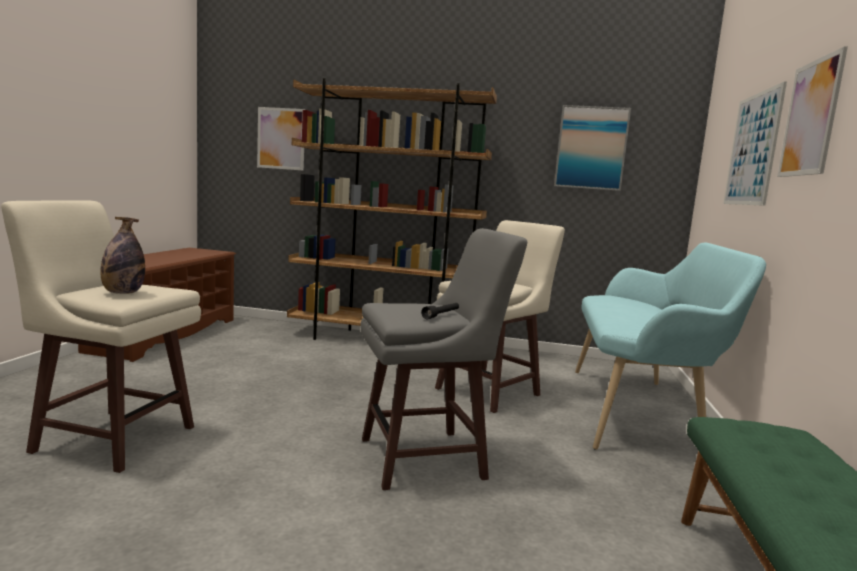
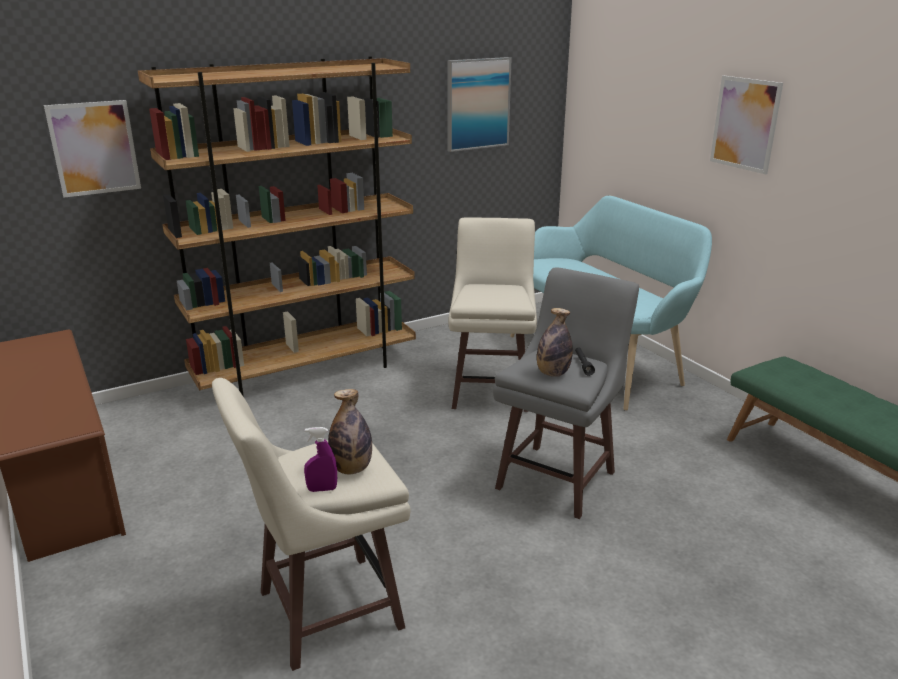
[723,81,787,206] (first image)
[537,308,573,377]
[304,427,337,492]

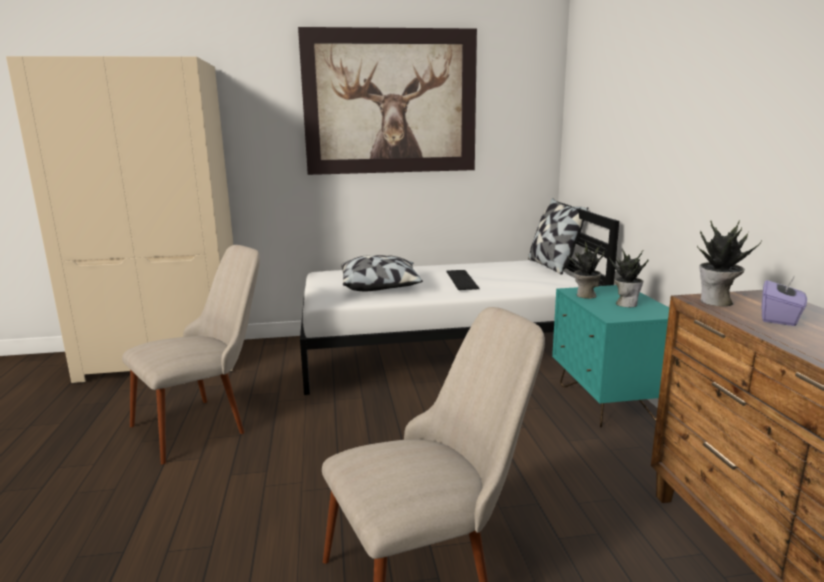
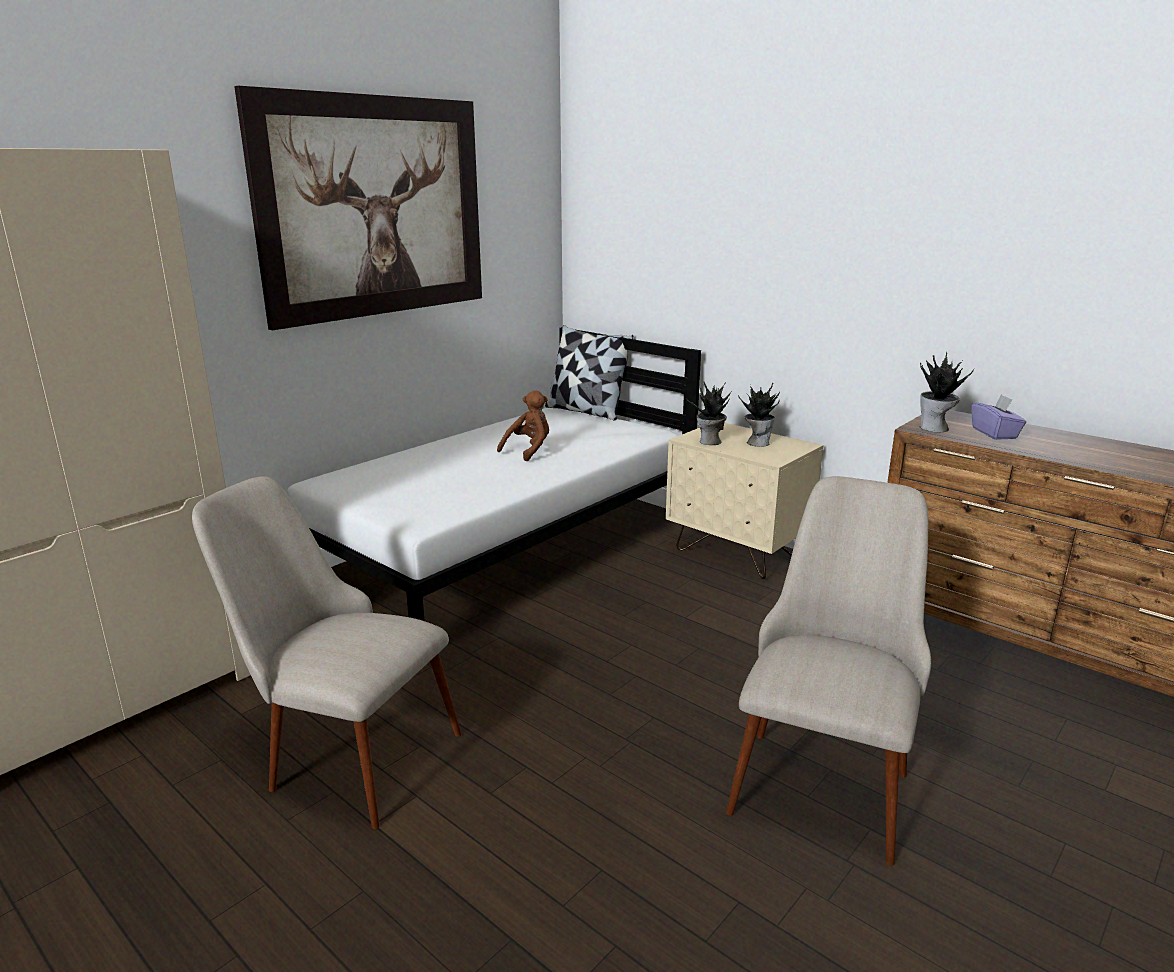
[192,476,461,829]
[341,255,423,291] (first image)
[497,390,549,461]
[666,423,824,579]

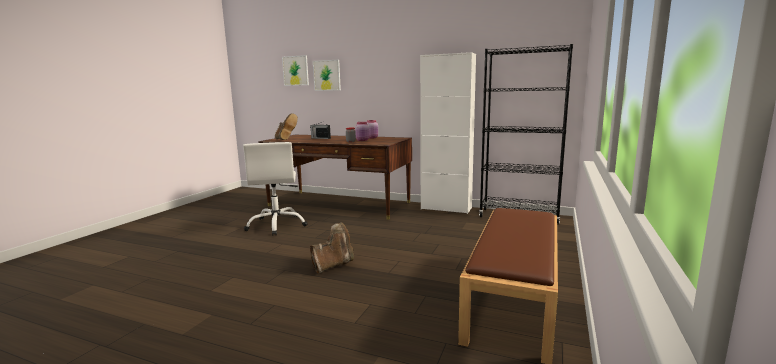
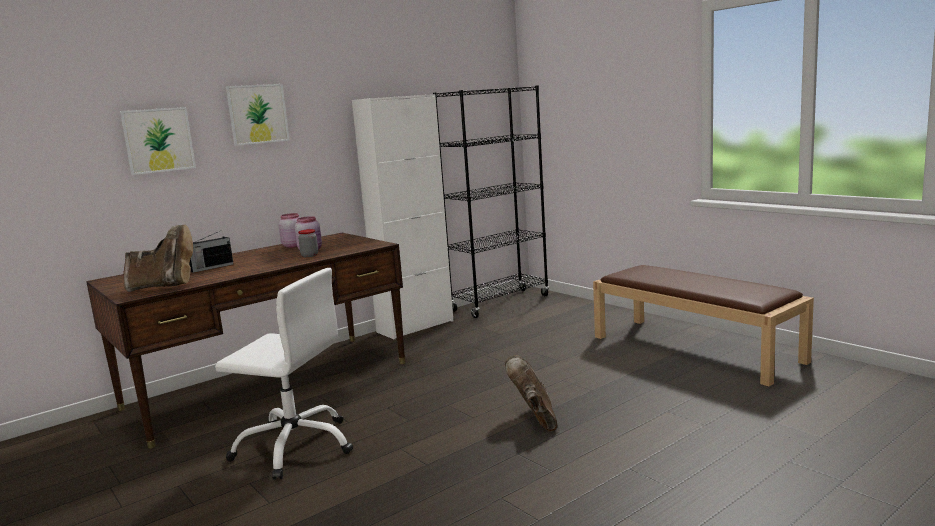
[226,84,290,146]

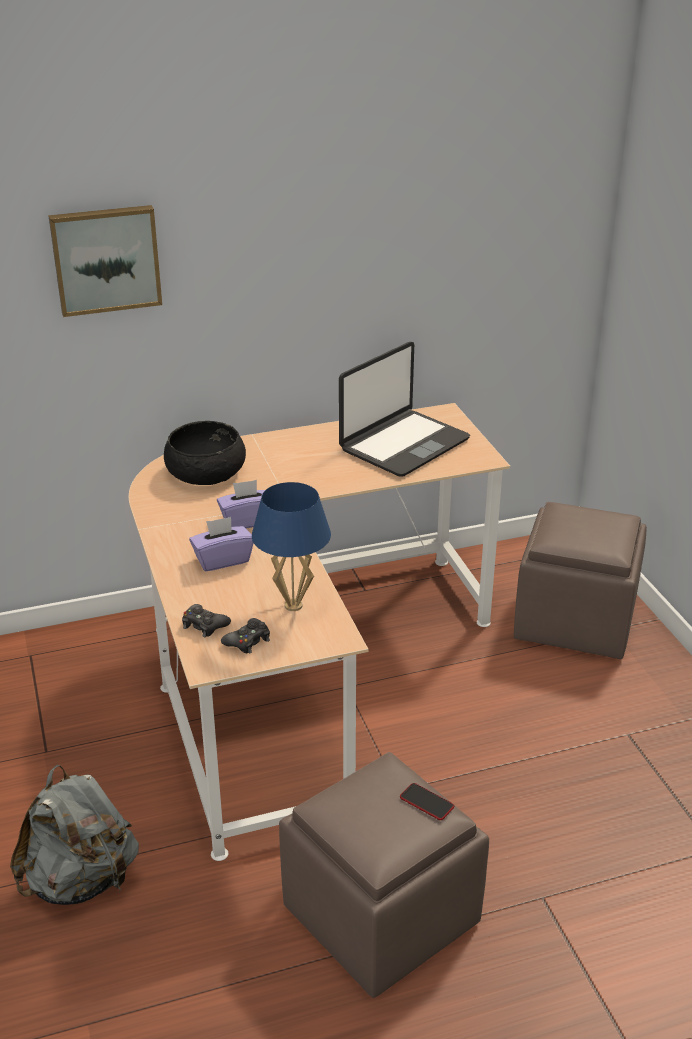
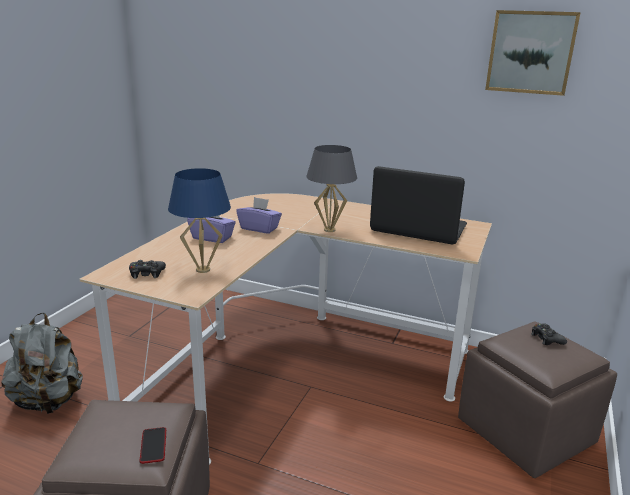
[485,10,581,96]
[370,166,467,244]
[164,421,246,485] (first image)
[531,323,567,345]
[306,145,357,232]

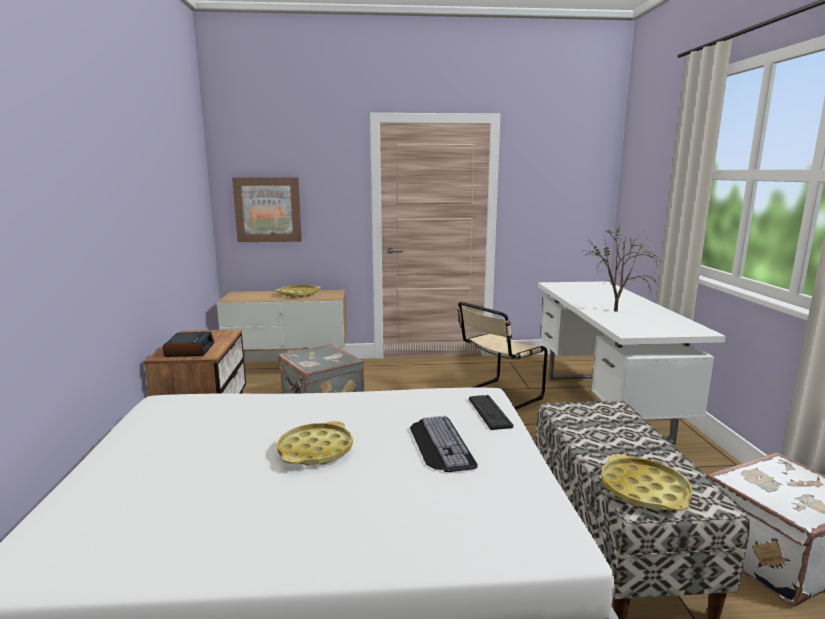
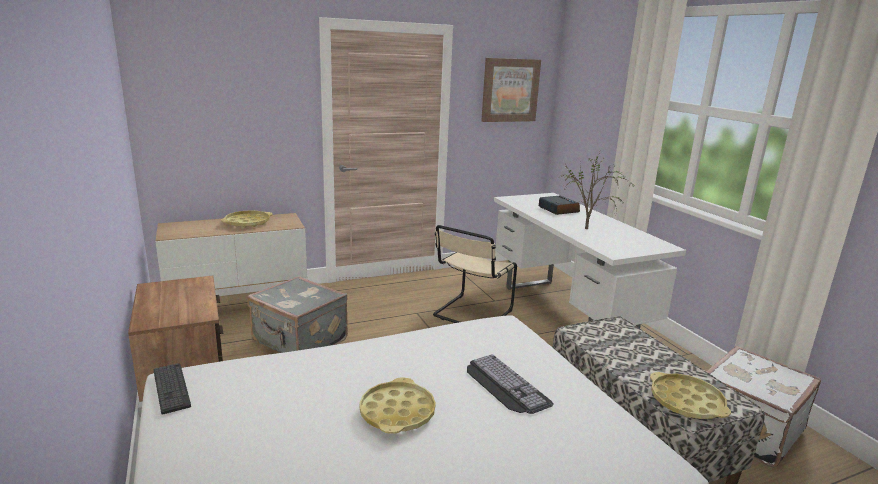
[481,58,541,122]
[539,195,580,215]
[153,363,191,415]

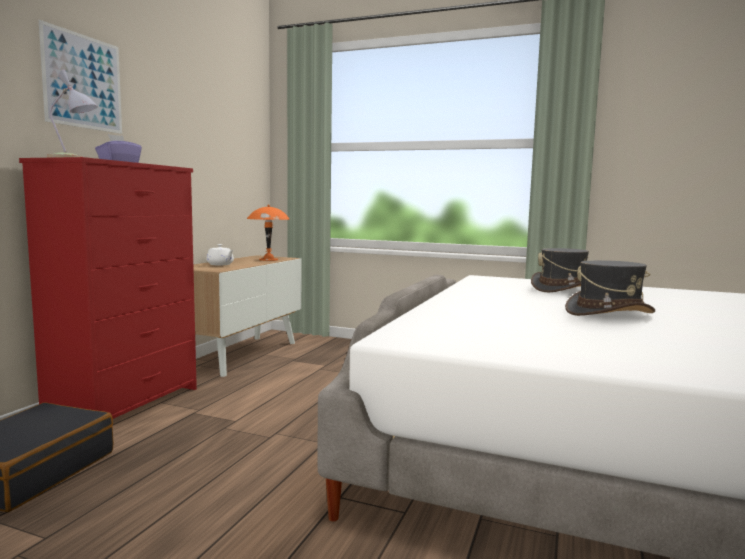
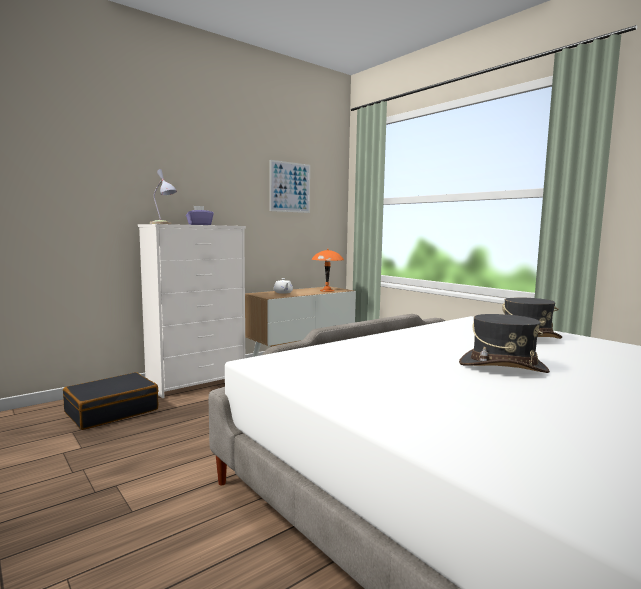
[270,160,310,213]
[138,224,246,398]

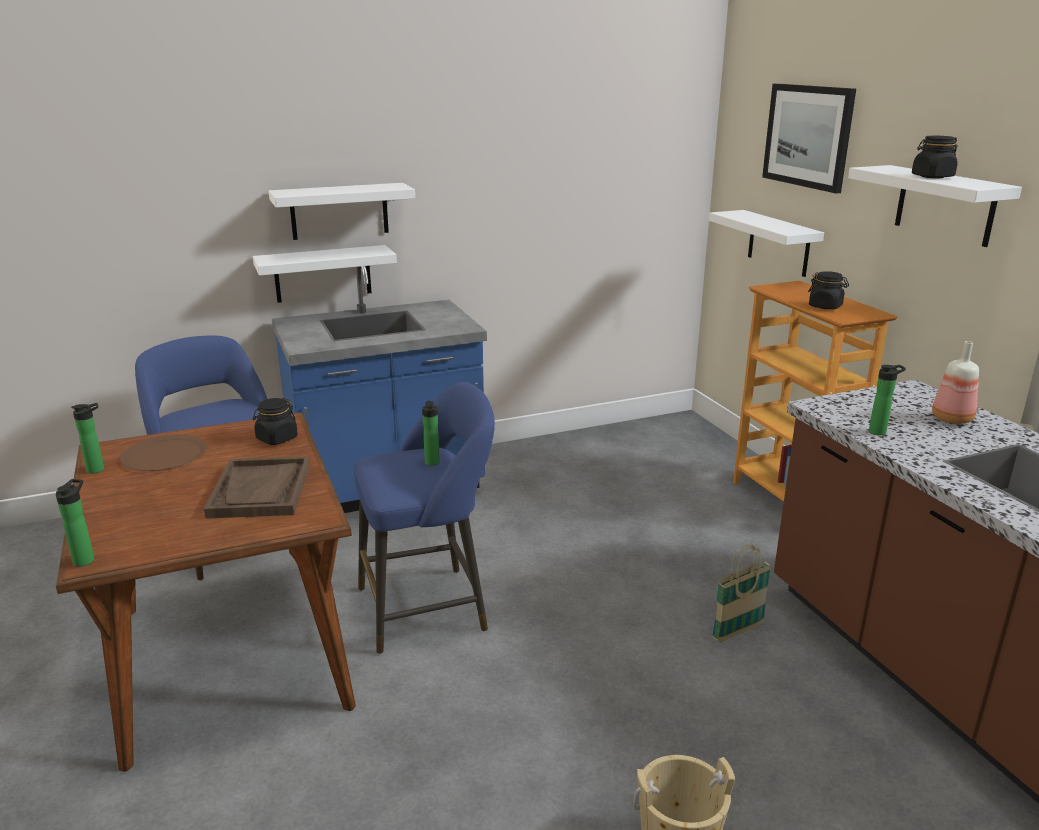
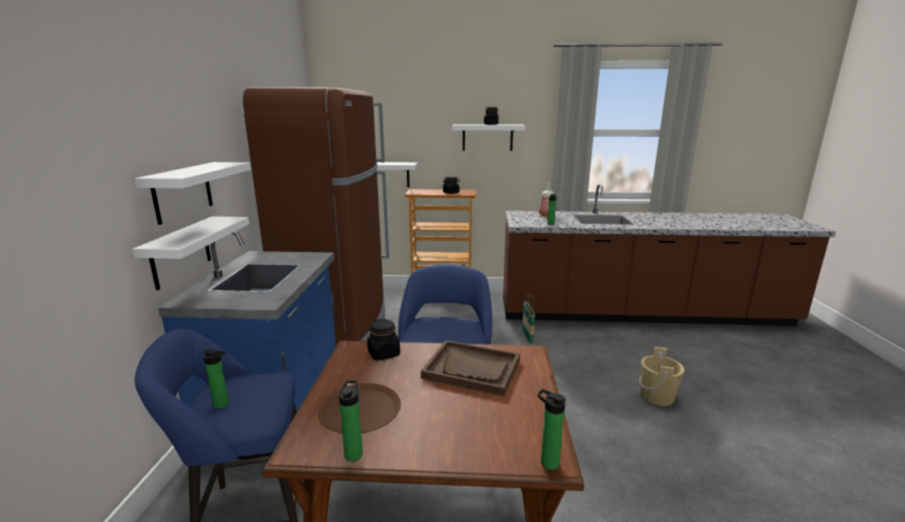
[762,84,856,193] (first image)
[204,349,229,409]
[243,87,389,346]

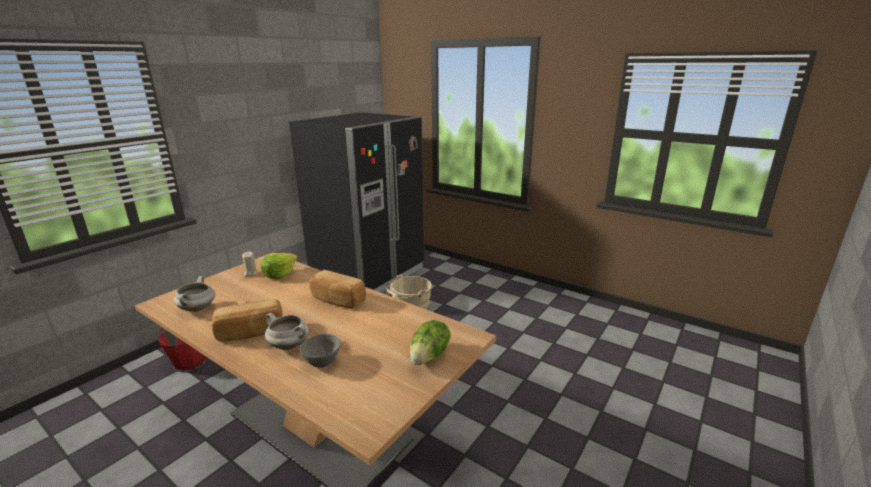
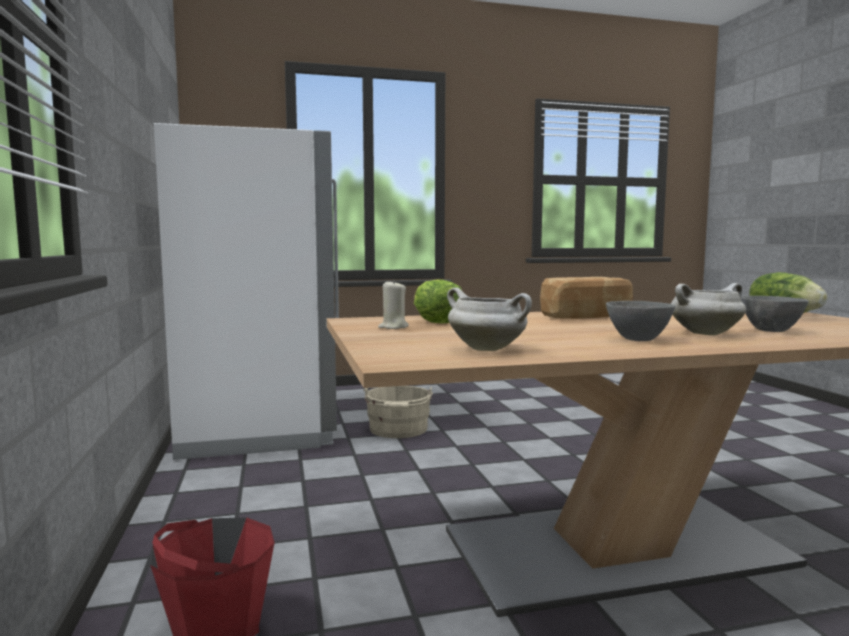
[154,123,339,460]
[606,301,675,341]

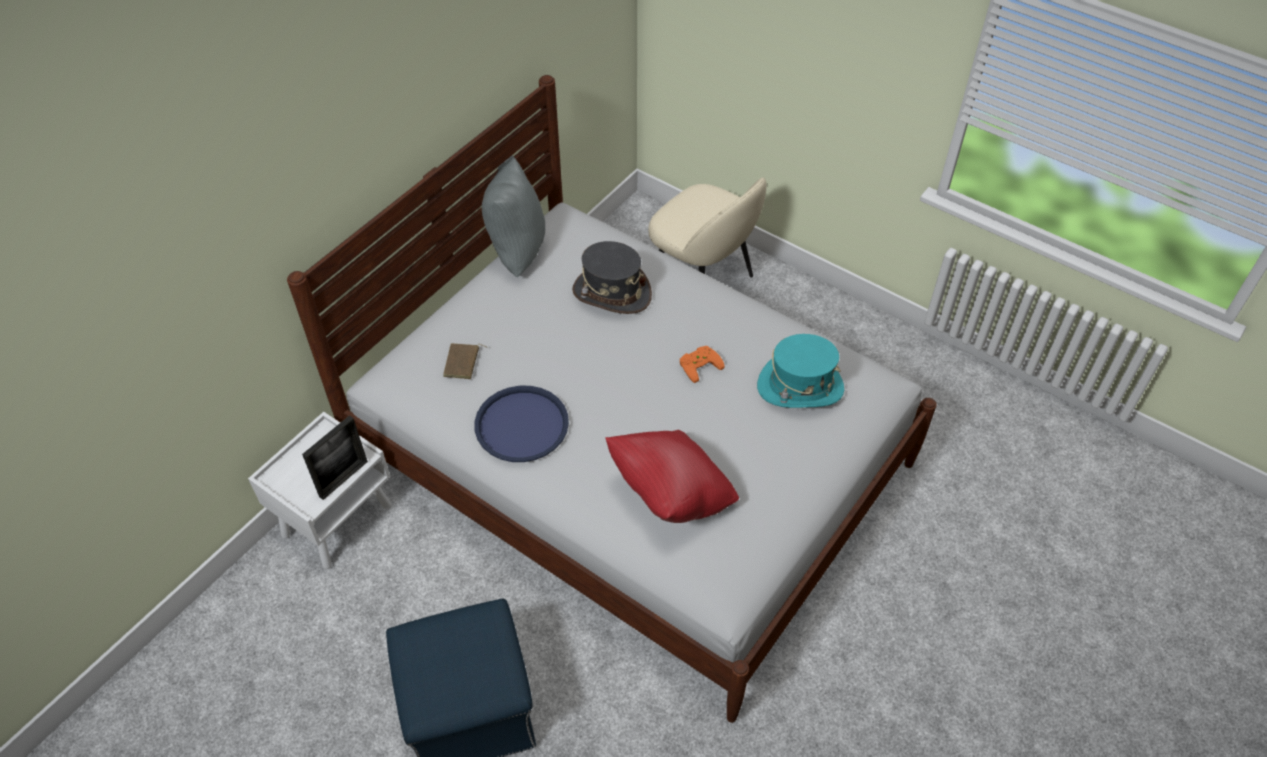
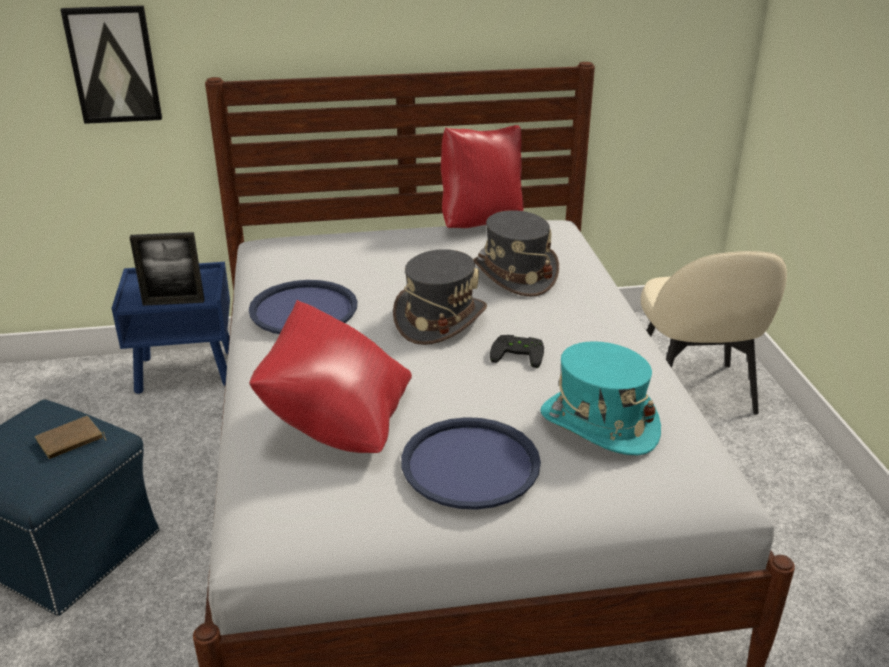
[441,125,524,228]
[35,416,106,459]
[490,335,544,368]
[111,262,230,394]
[60,5,162,124]
[393,249,487,345]
[401,417,541,510]

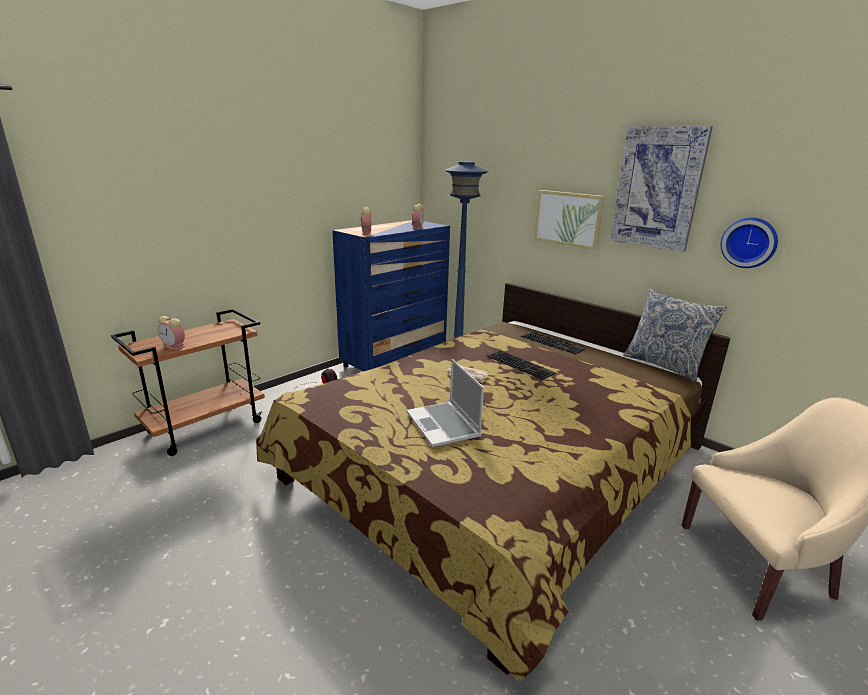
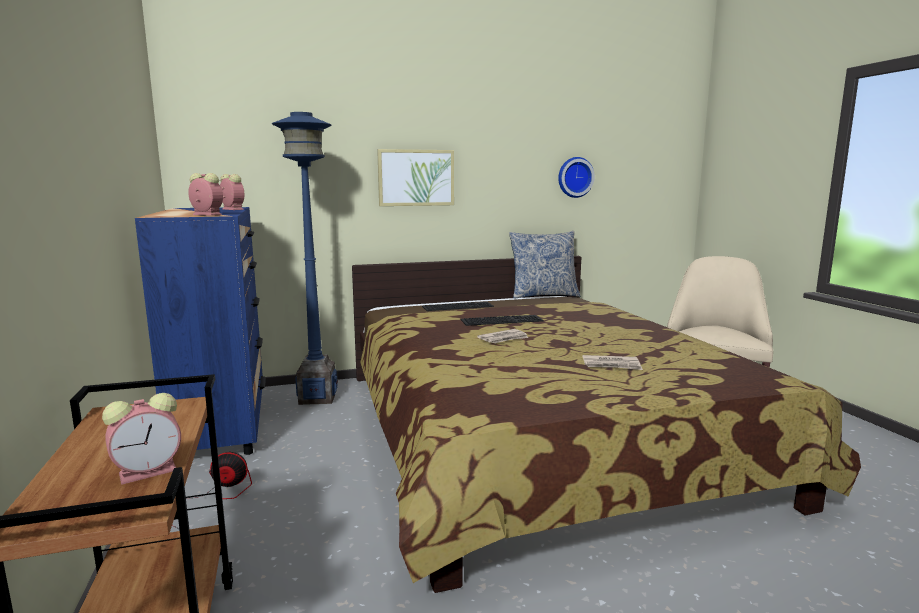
[610,126,713,252] (first image)
[582,355,643,370]

